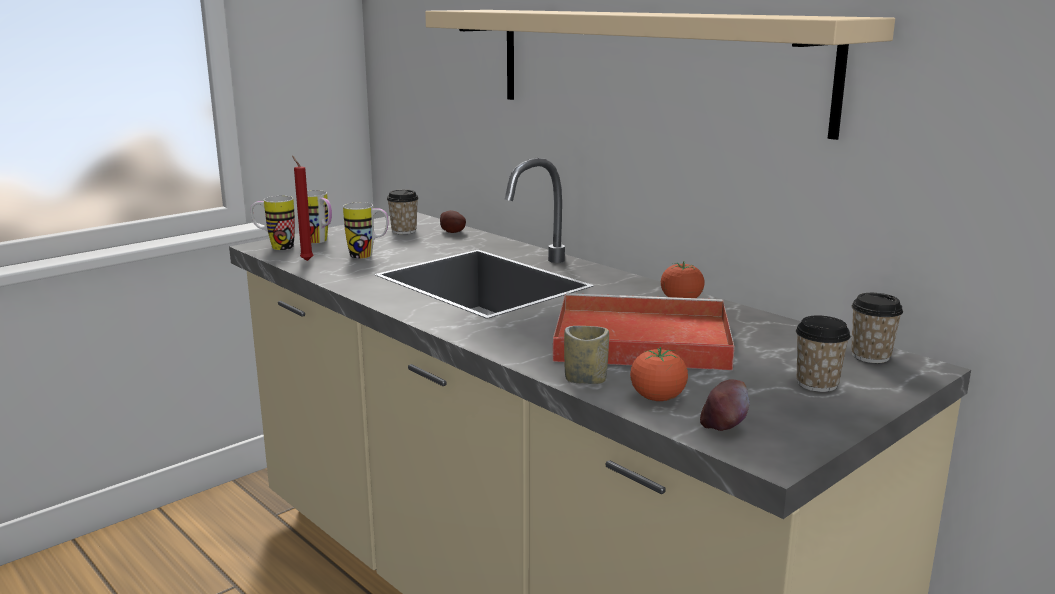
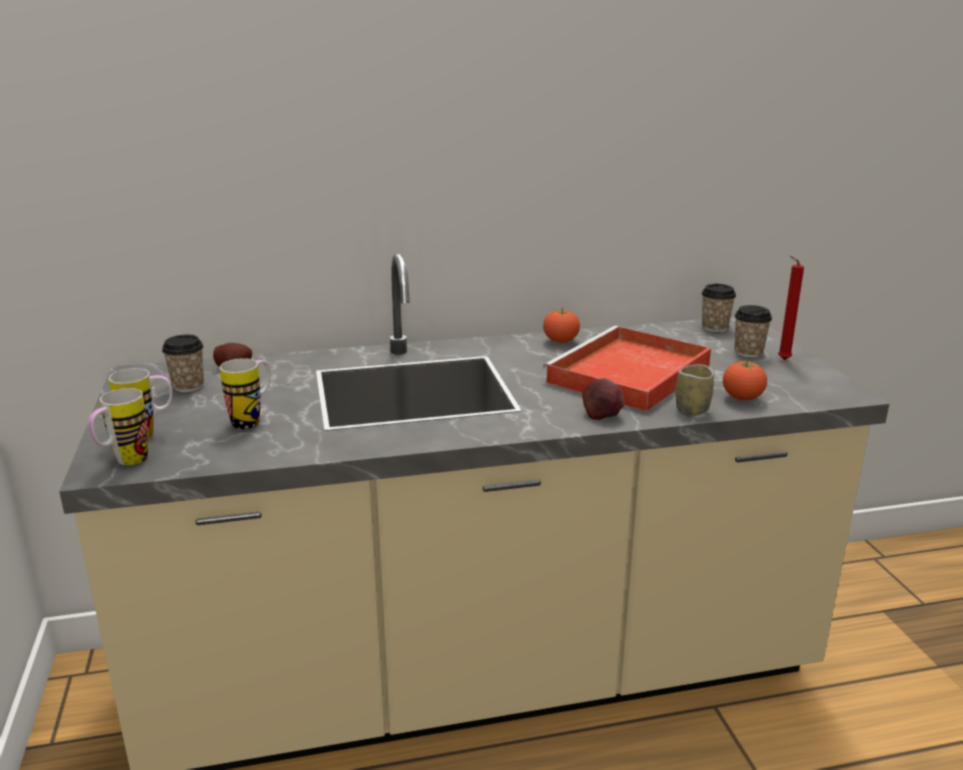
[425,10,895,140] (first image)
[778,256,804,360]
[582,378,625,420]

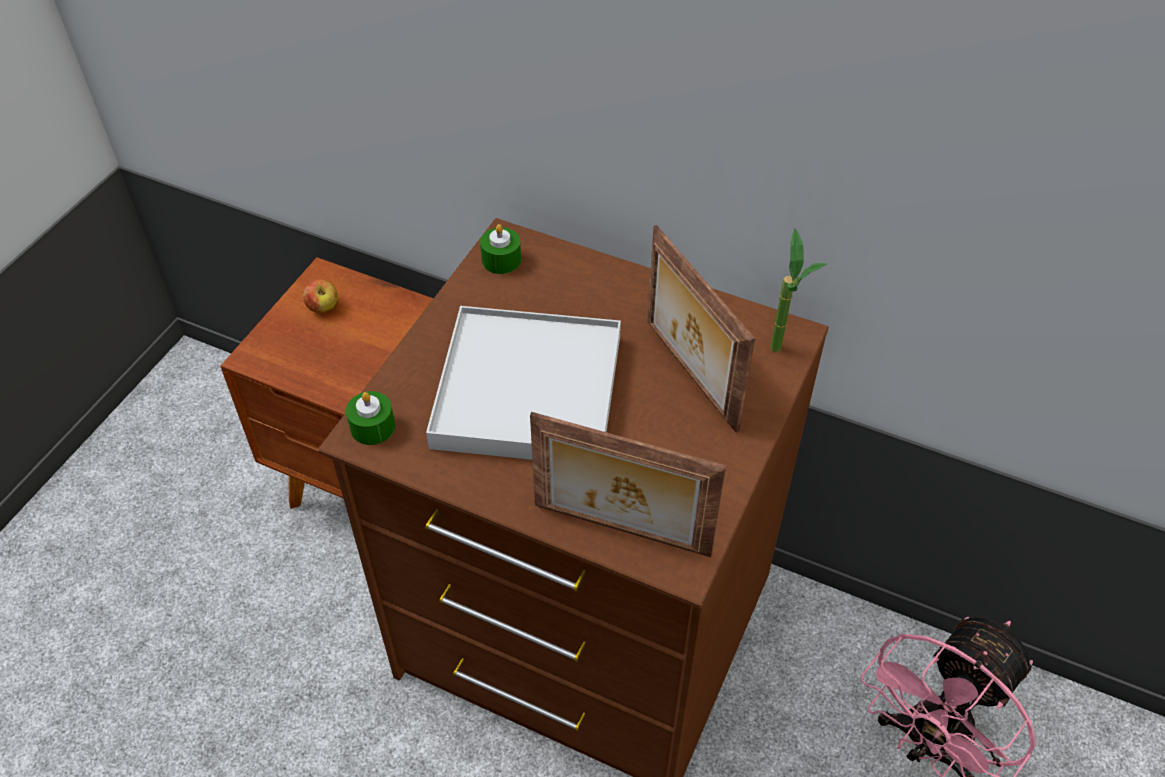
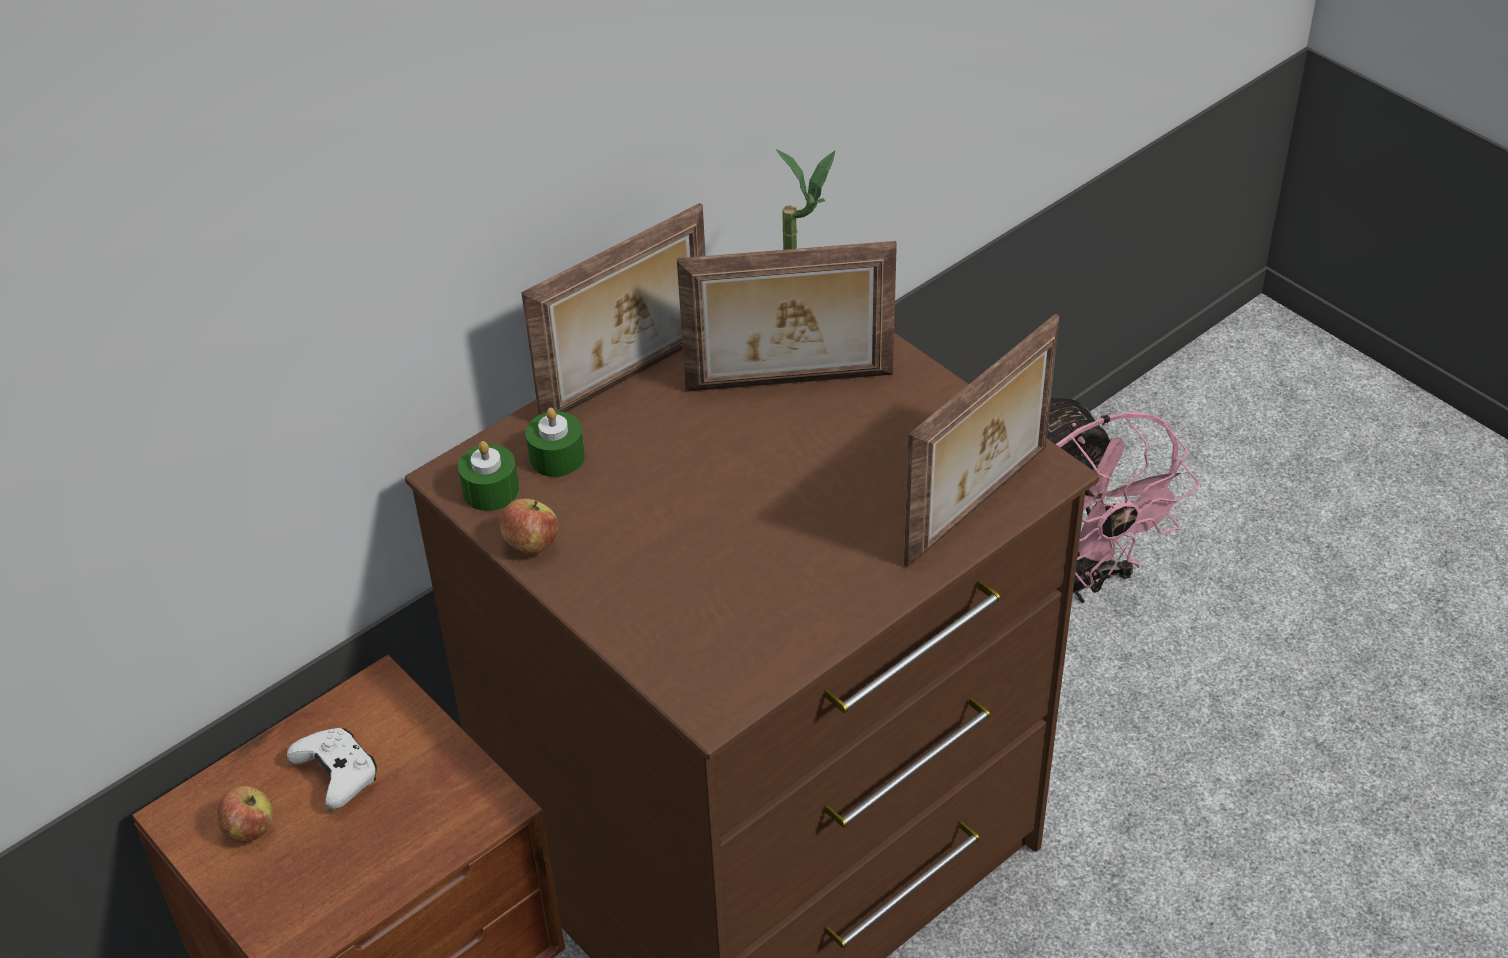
[426,306,621,460] (first image)
[525,408,585,477]
[521,203,706,415]
[500,499,558,554]
[287,728,377,809]

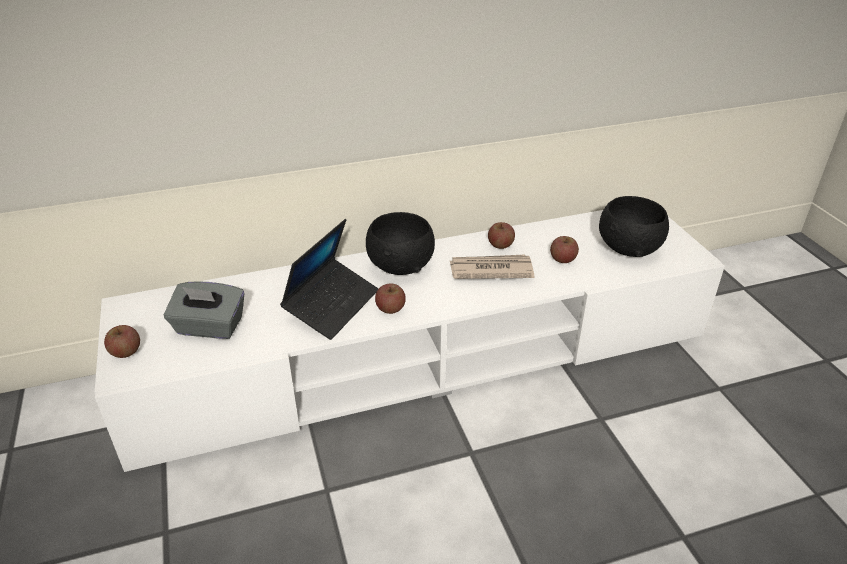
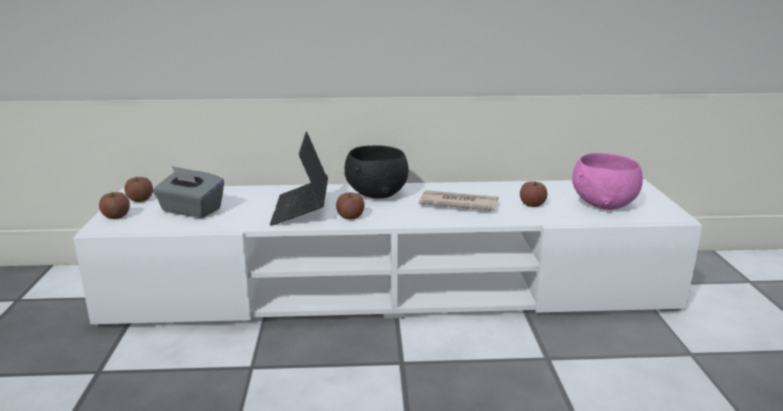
[572,153,643,210]
[270,131,328,226]
[124,177,153,202]

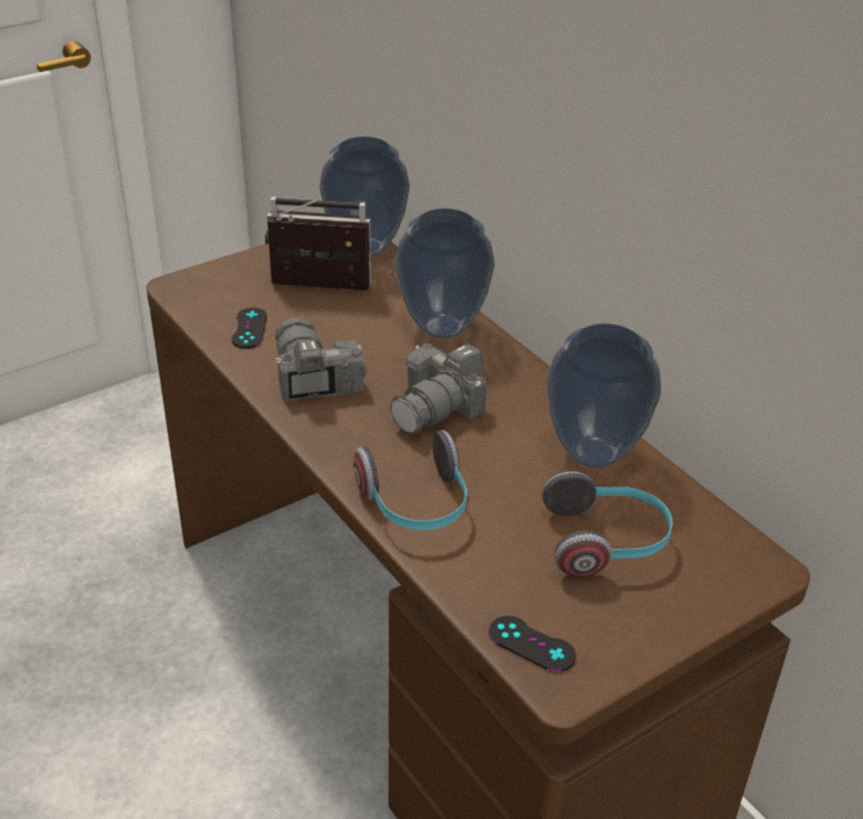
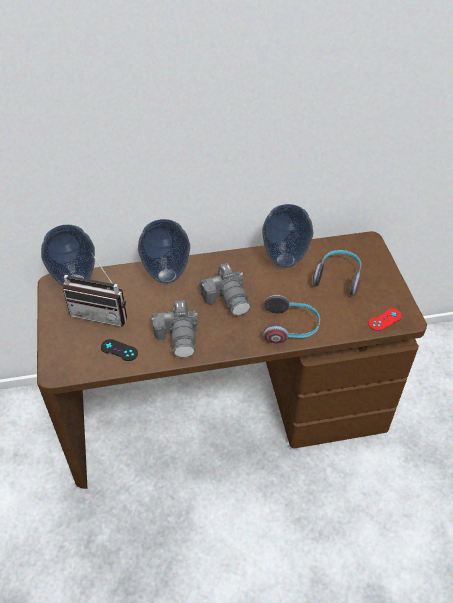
[63,252,127,327]
[152,300,198,358]
[368,308,402,331]

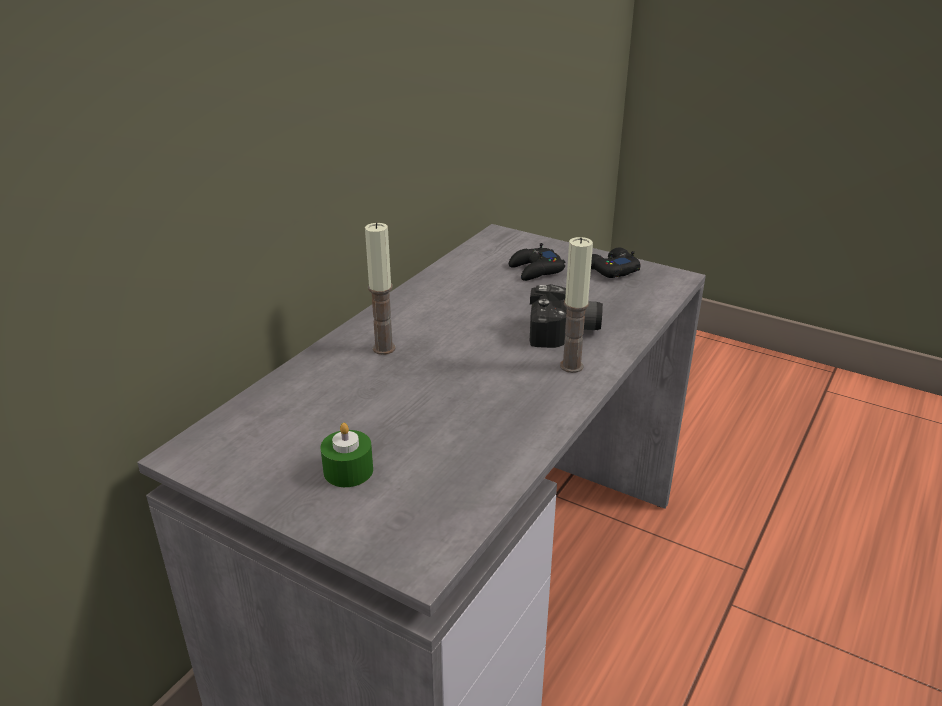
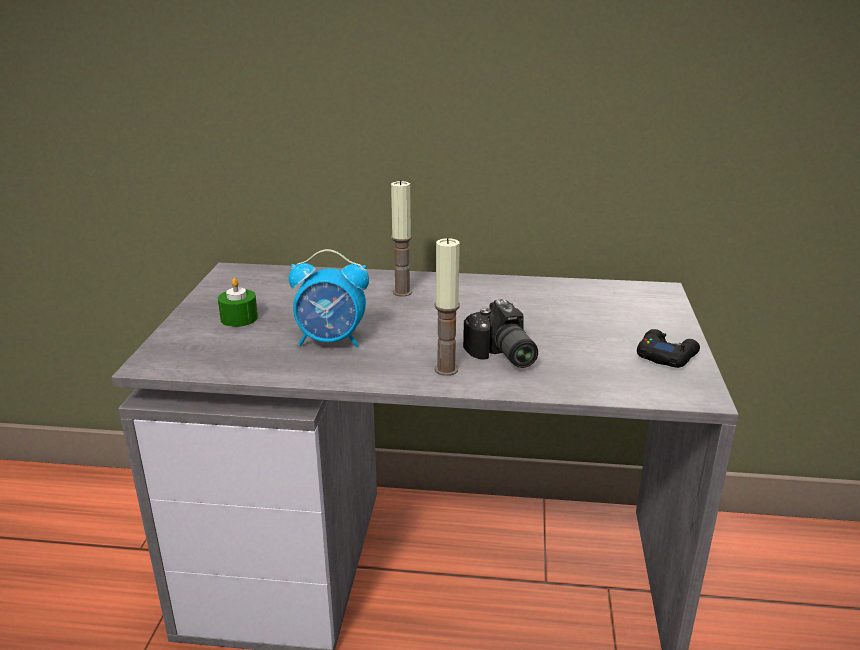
[509,243,565,281] (first image)
[289,249,369,347]

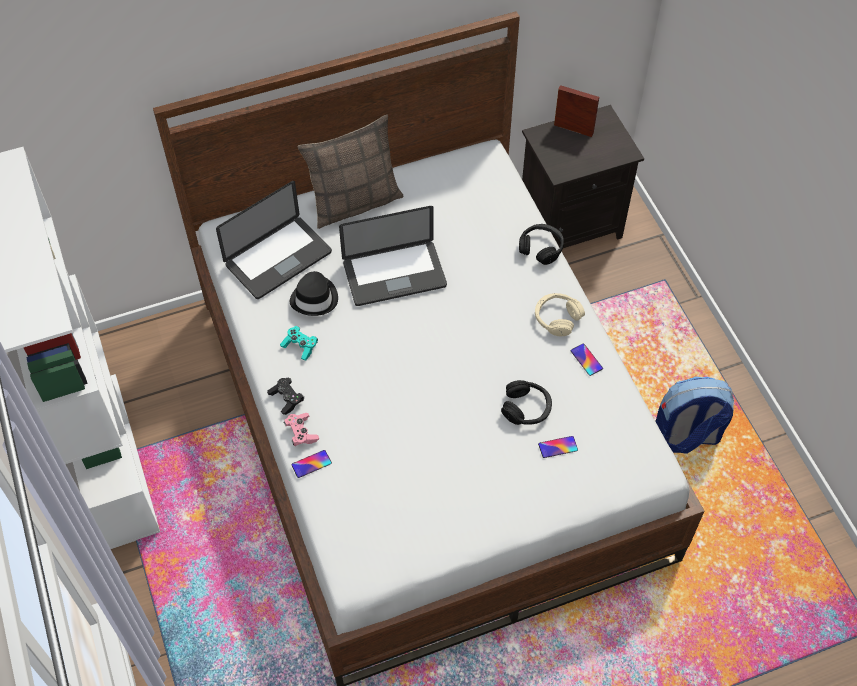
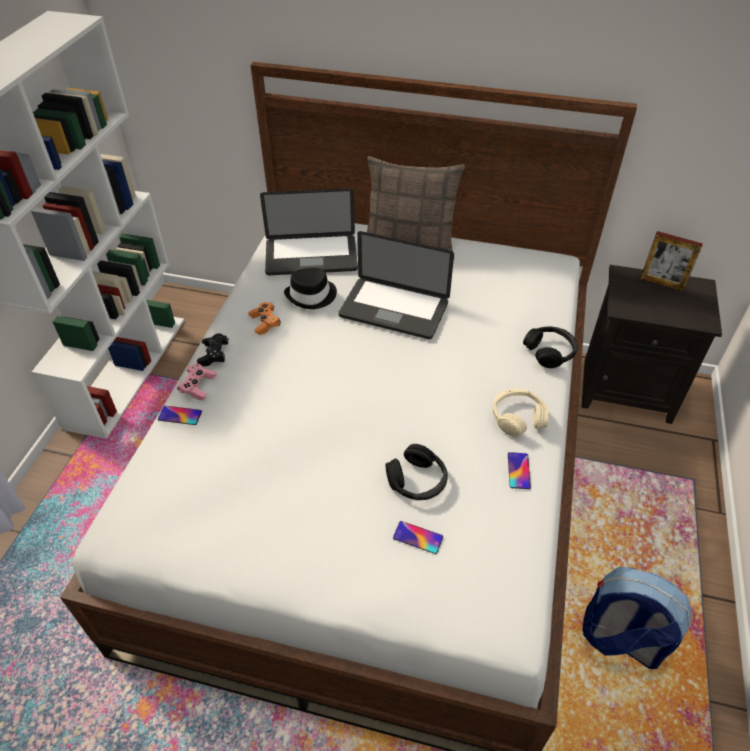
[640,231,703,291]
[248,302,281,335]

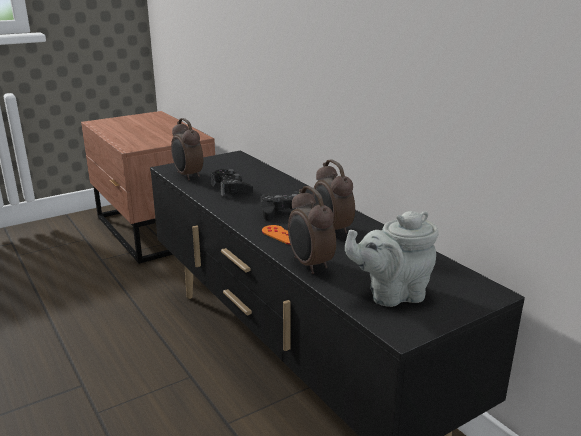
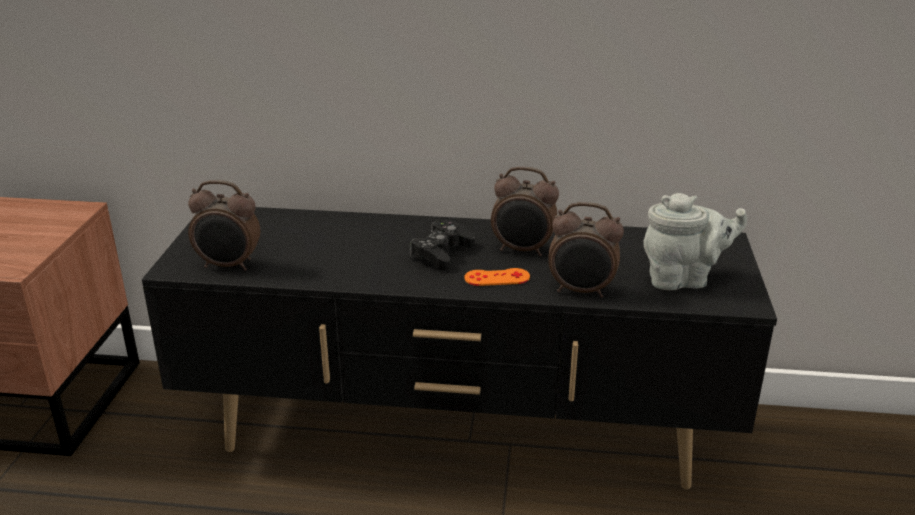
[211,169,253,196] (first image)
[643,193,747,290]

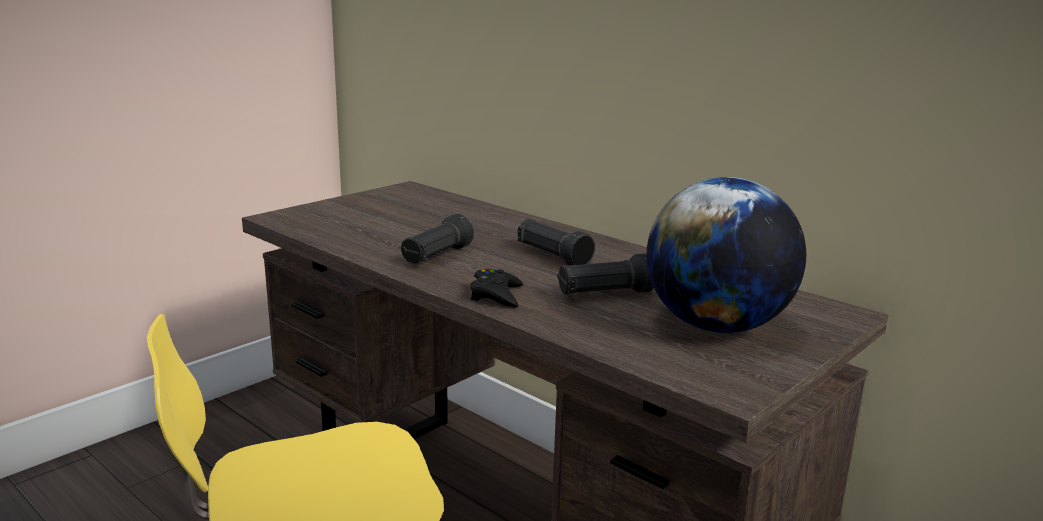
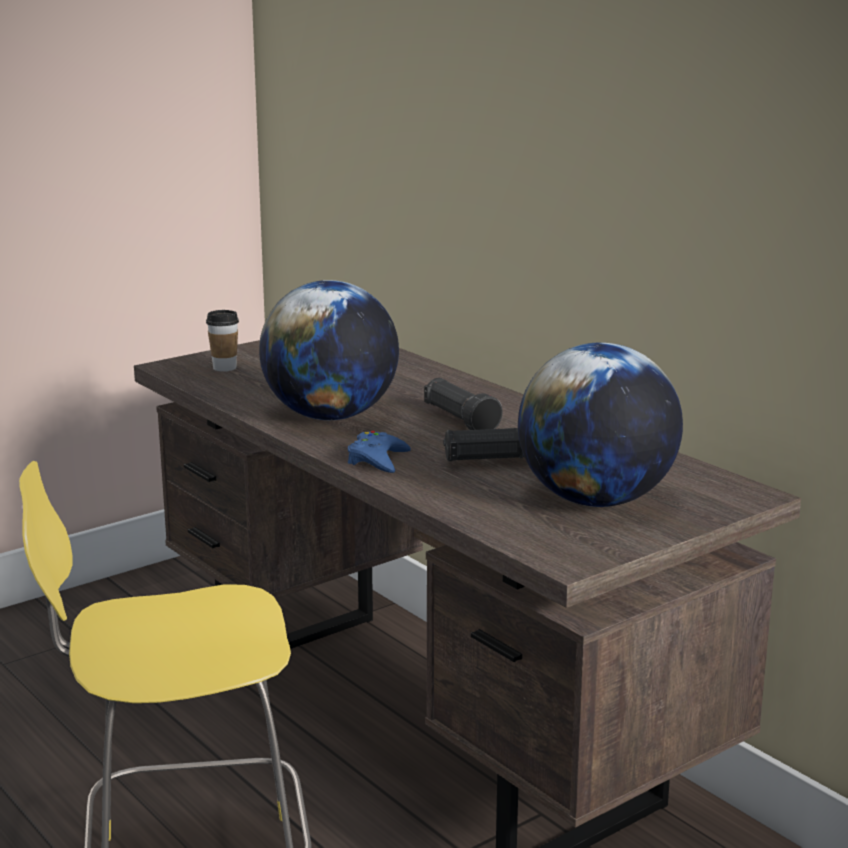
[259,280,399,420]
[348,431,411,473]
[206,310,239,372]

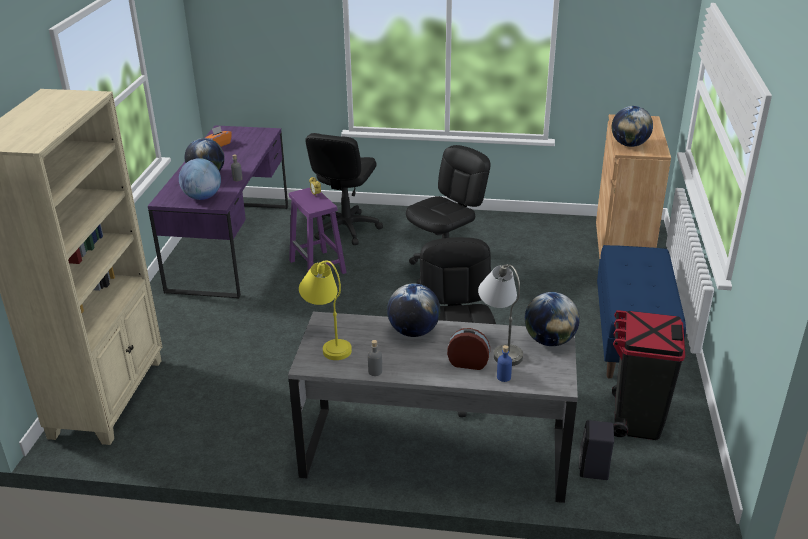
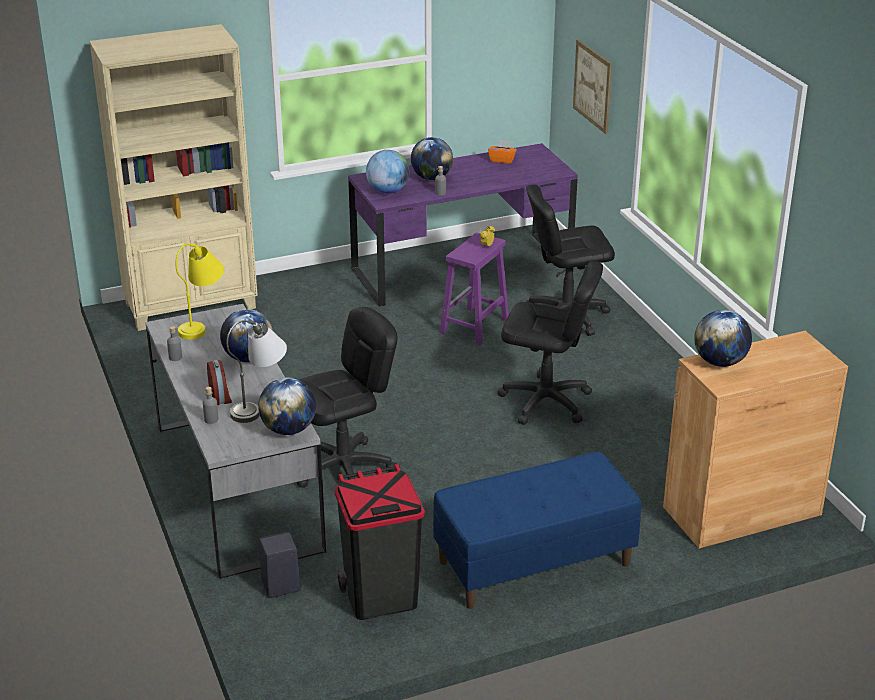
[203,387,218,424]
[573,40,612,134]

